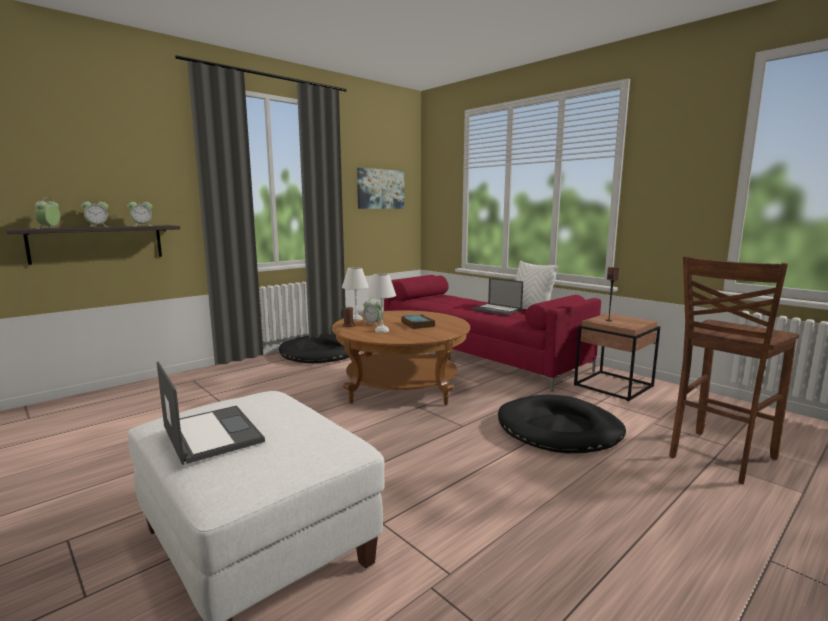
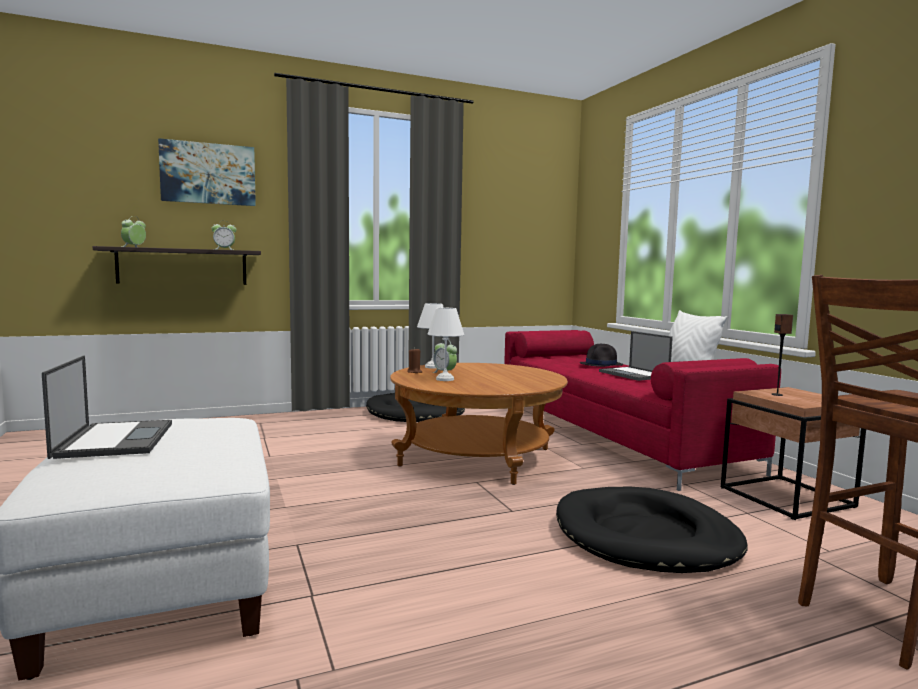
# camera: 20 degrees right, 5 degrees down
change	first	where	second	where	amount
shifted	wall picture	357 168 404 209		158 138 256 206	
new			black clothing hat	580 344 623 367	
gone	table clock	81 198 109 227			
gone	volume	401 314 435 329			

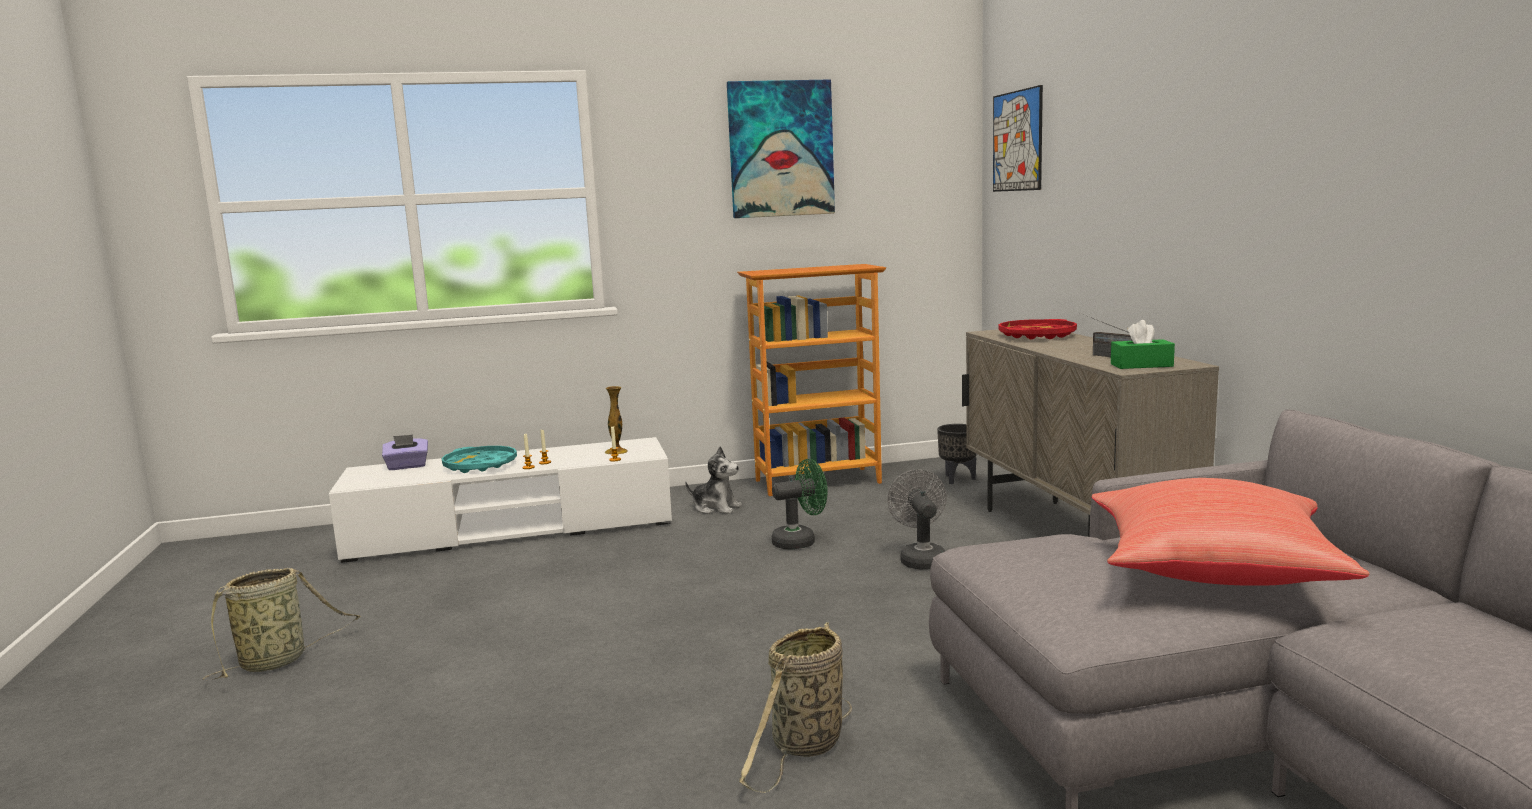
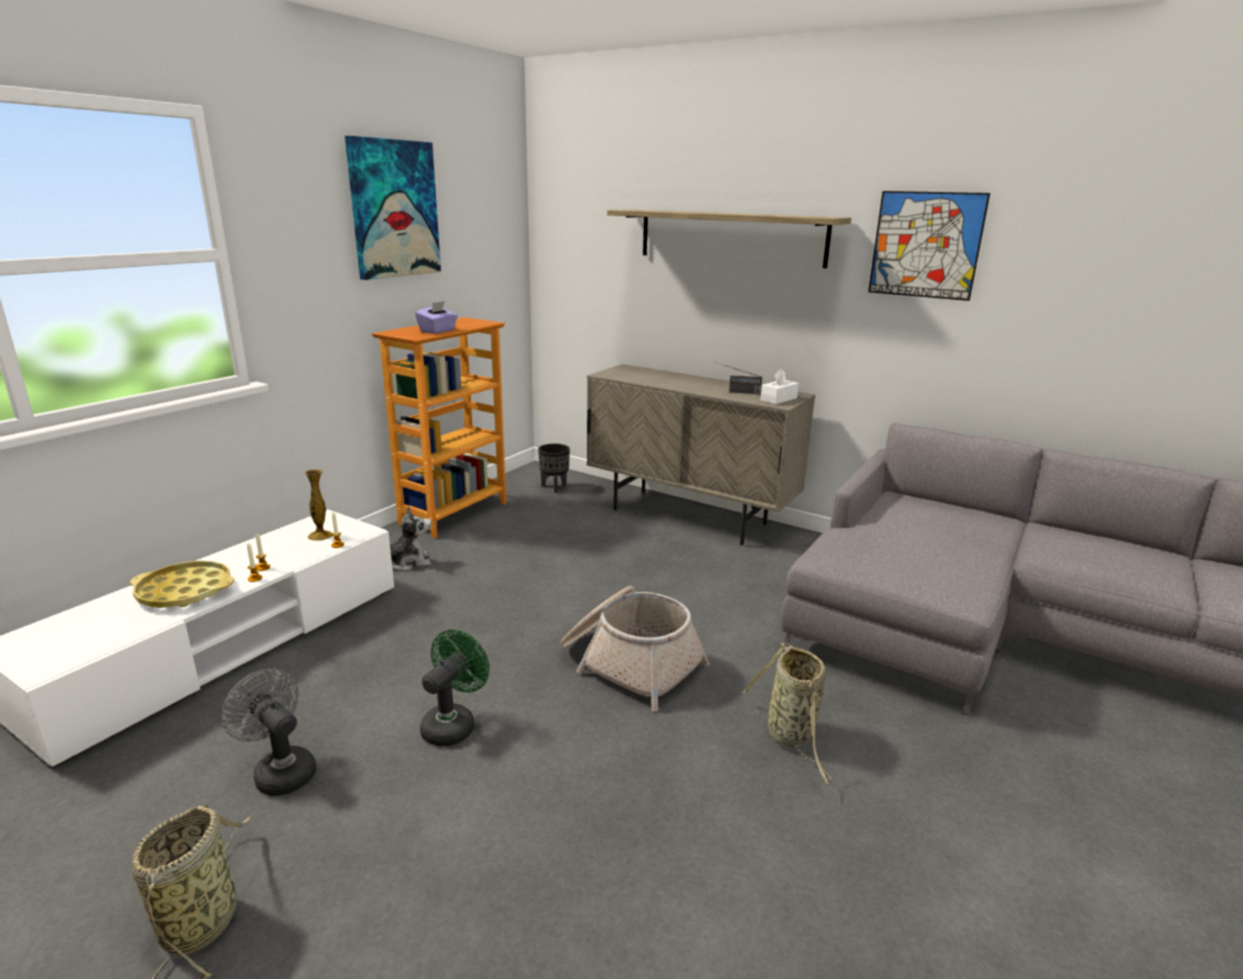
# camera: 45 degrees left, 10 degrees up
change	first	where	second	where	amount
repainted	turquoise carrying tray	442 446 517 473	yellow-coloured carrying tray	130 561 234 608	
shifted	gray electric fan	887 469 947 569		221 669 317 796	
shifted	purple tissue box	382 434 428 470		415 301 458 334	
shifted	green-coloured electric fan	771 459 828 549		420 630 489 746	
new			household basket	561 586 710 711	
new			shelf	607 209 851 268	
repainted	green-coloured tissue box	1111 320 1175 369	white-coloured tissue box	761 369 799 404	
shifted	wall picture	993 85 1043 192		868 191 990 301	
gone	reddish carrying tray	999 319 1077 339			
gone	reddish pillow	1092 478 1370 586			

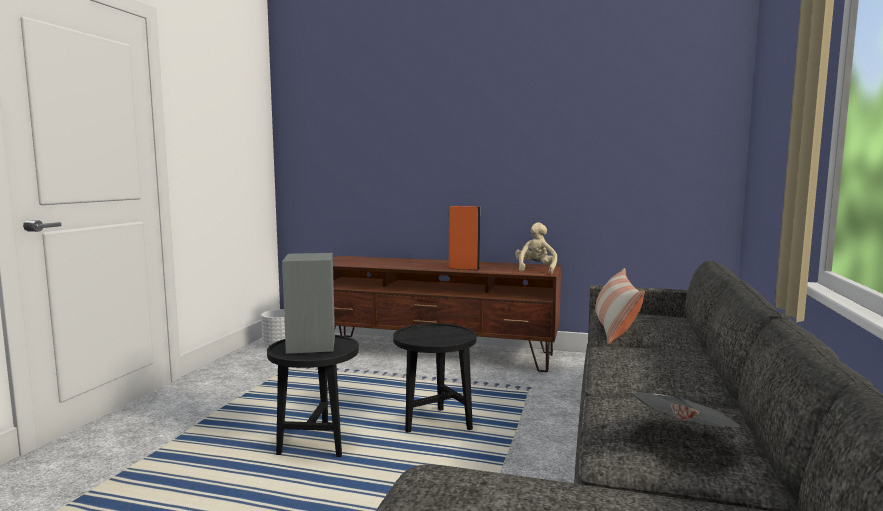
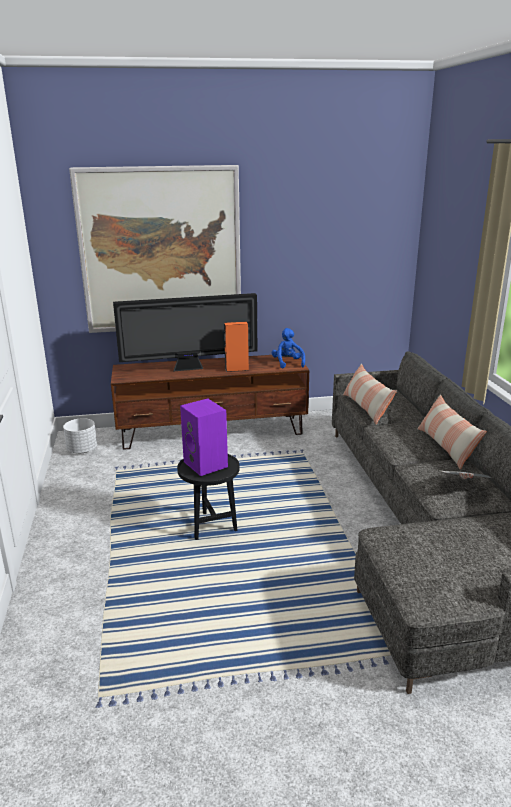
# camera: 25 degrees left, 15 degrees up
change	first	where	second	where	amount
new			wall picture	69 165 241 333	
new			TV set	113 293 257 372	
repainted	gray loudspeaker	282 253 335 354	purple loudspeaker	180 399 228 476	
repainted	beige-coloured soft toy	515 222 557 274	blue soft toy	272 328 305 368	
new			pillow	417 394 487 470	
gone	black side table	393 323 477 433			

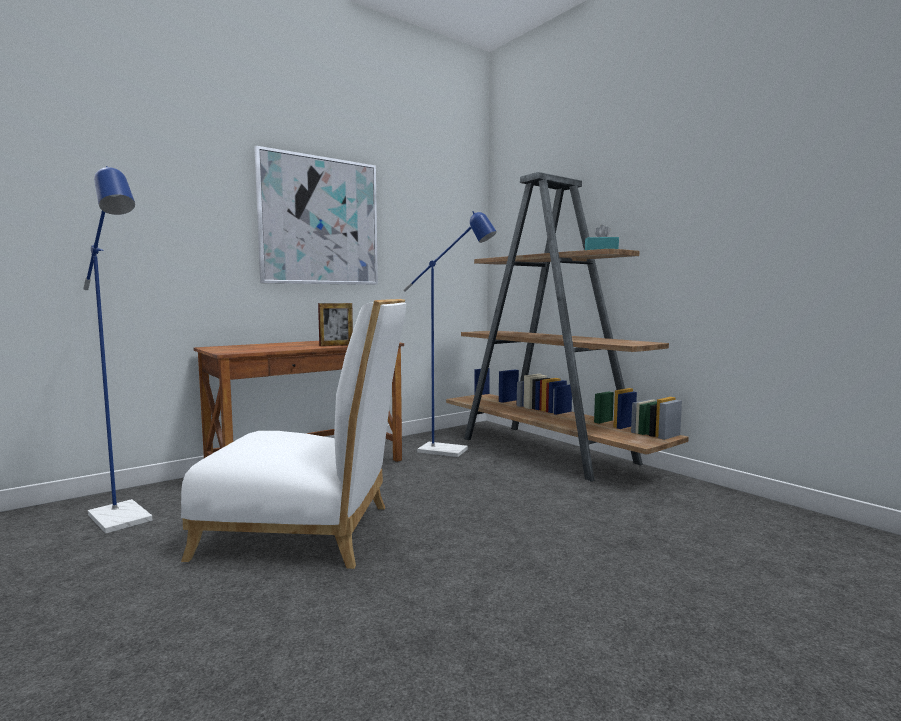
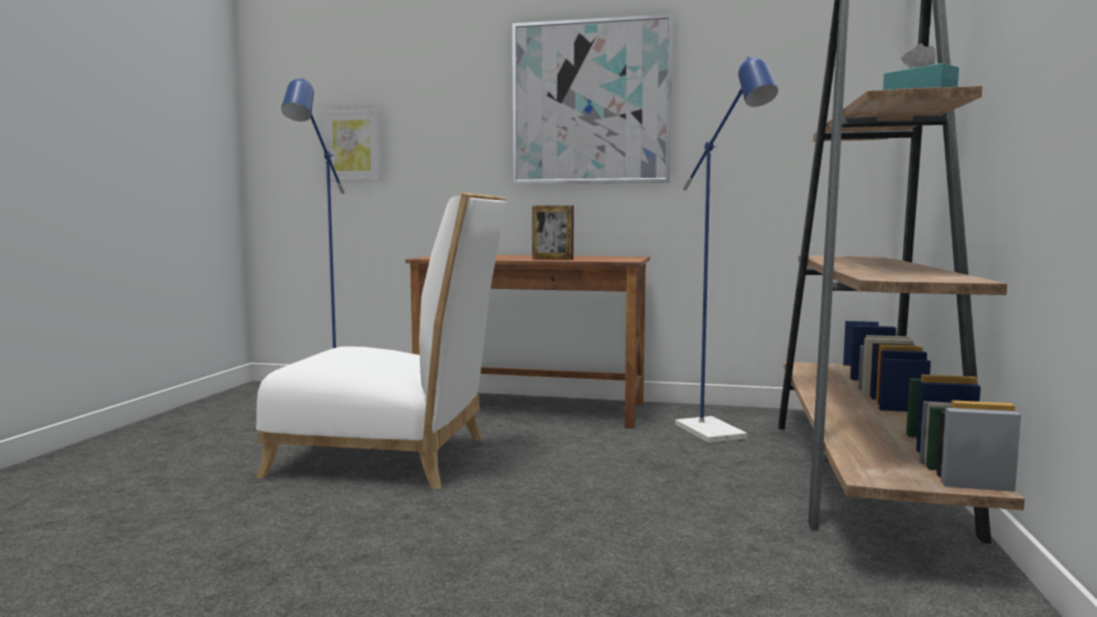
# camera: 50 degrees right, 0 degrees up
change	first	where	second	where	amount
rotated	white-coloured chair	181 299 407 569		256 192 507 489	45 degrees counterclockwise
new			wall picture	322 109 382 181	

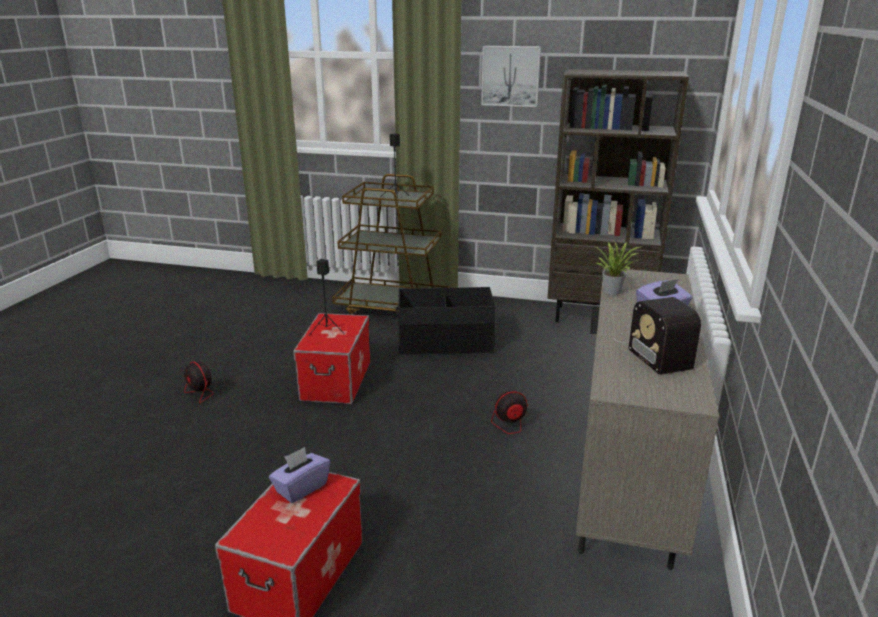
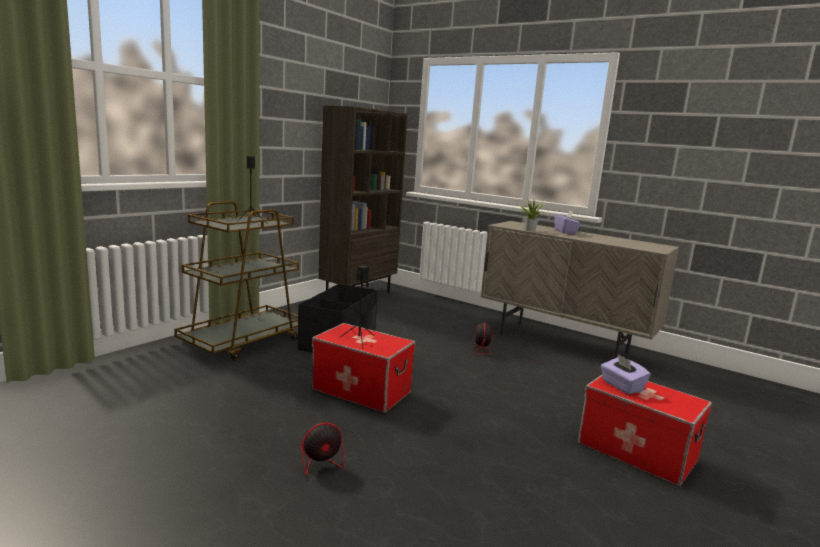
# camera: 70 degrees left, 10 degrees down
change	first	where	second	where	amount
gone	wall picture	481 46 541 107			
gone	radio	614 297 701 375			

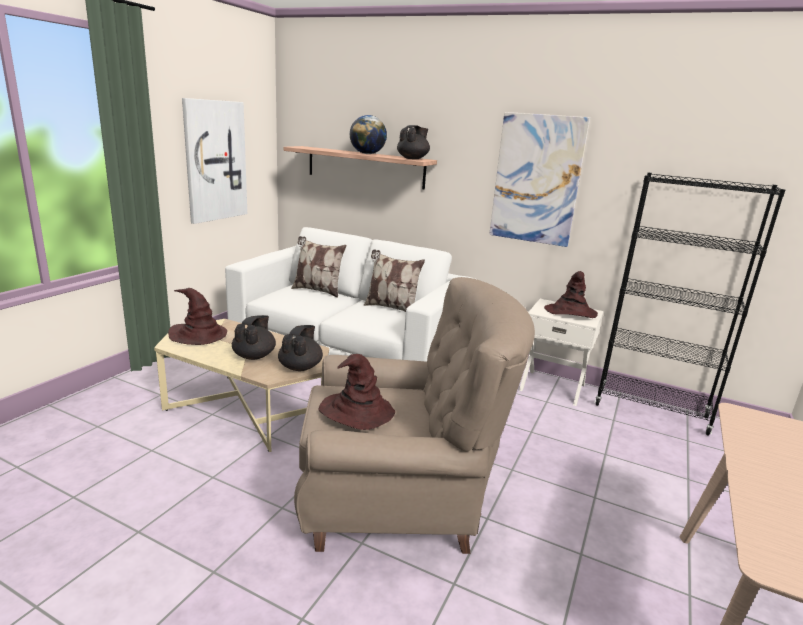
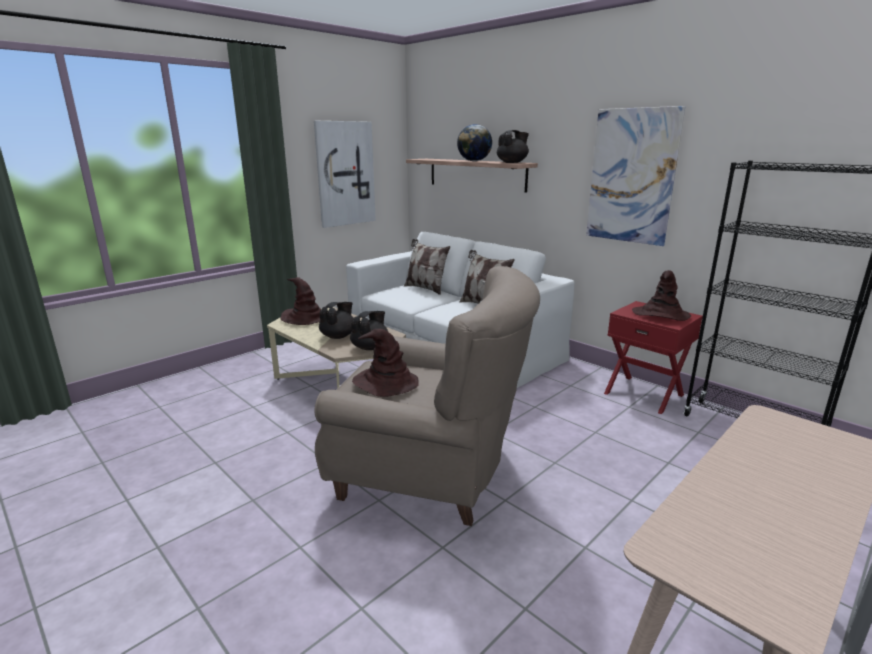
# camera: 20 degrees right, 0 degrees up
change	first	where	second	where	amount
repainted	white-coloured bedside table	519 299 604 406	reddish bedside table	604 301 703 414	

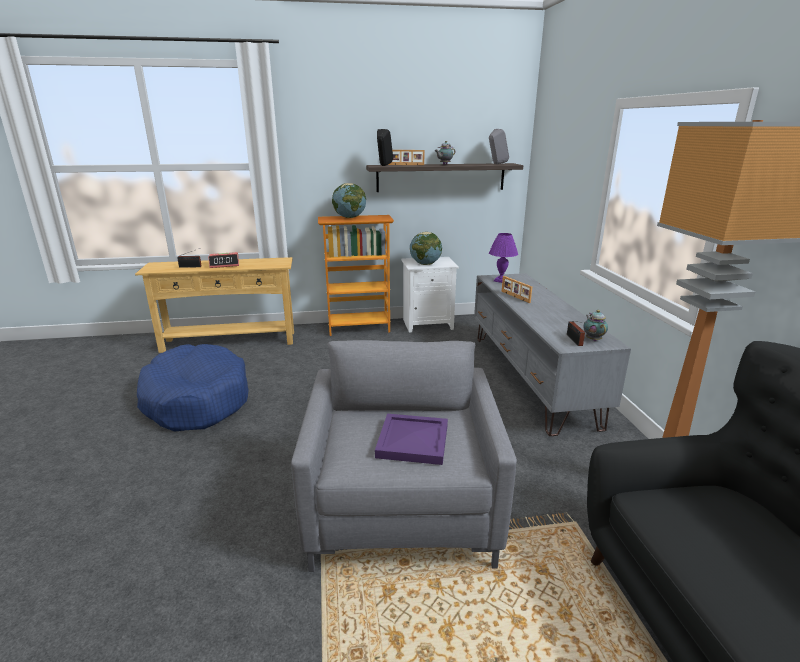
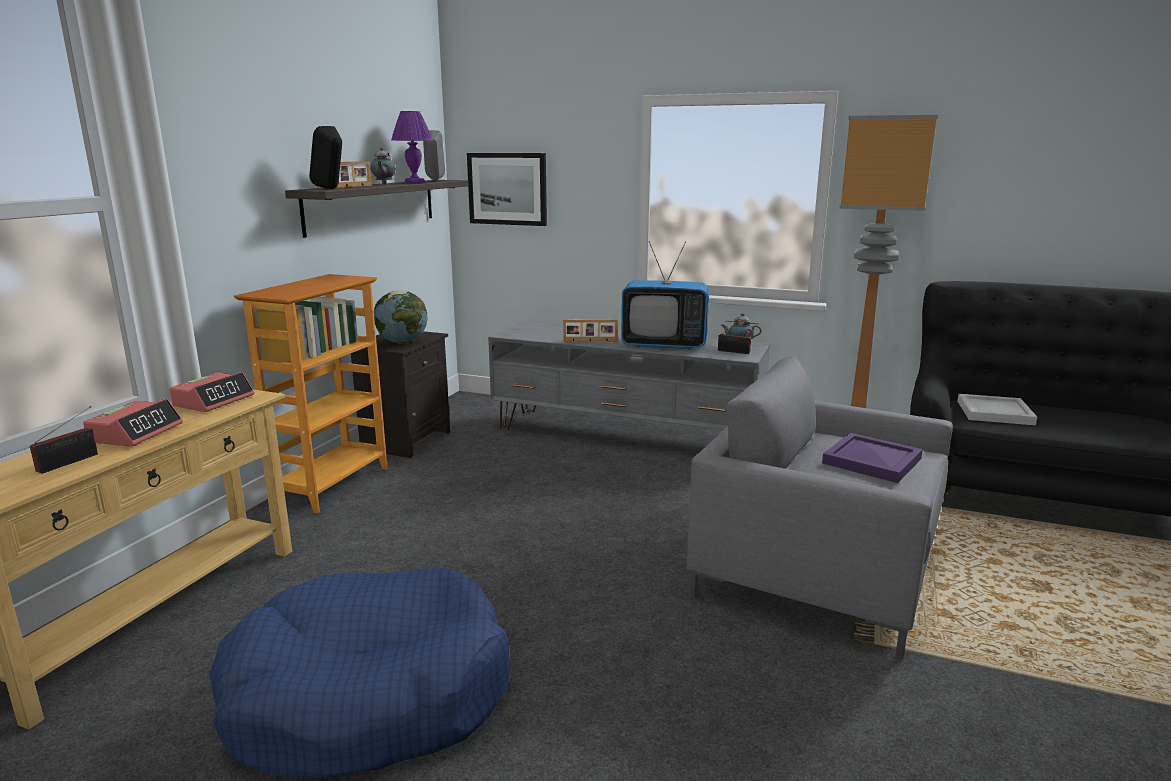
# camera: 60 degrees left, 5 degrees down
change	first	where	second	where	amount
new			table clock	169 372 255 412	
repainted	white-coloured bedside table	401 257 459 333	black bedside table	351 331 450 458	
shifted	purple tabletop lamp	489 233 518 283		391 111 433 183	
new			wall picture	467 153 547 226	
new			TV set	621 241 710 350	
new			white-coloured carrying tray	957 394 1037 425	
gone	globe	332 183 366 218			

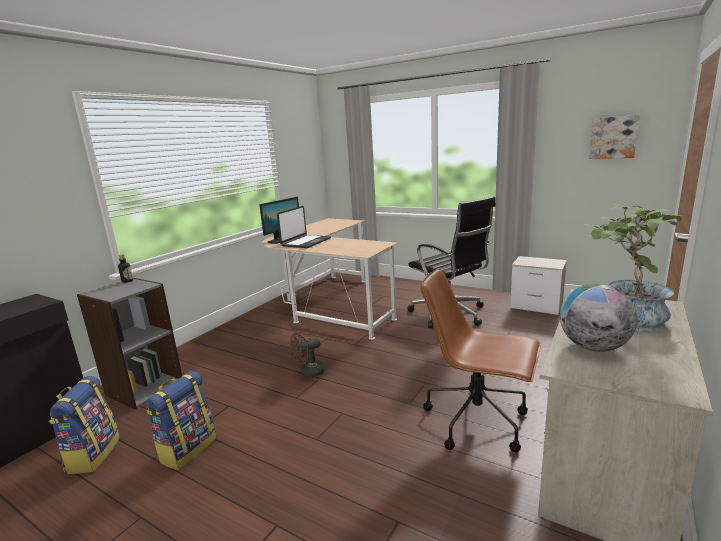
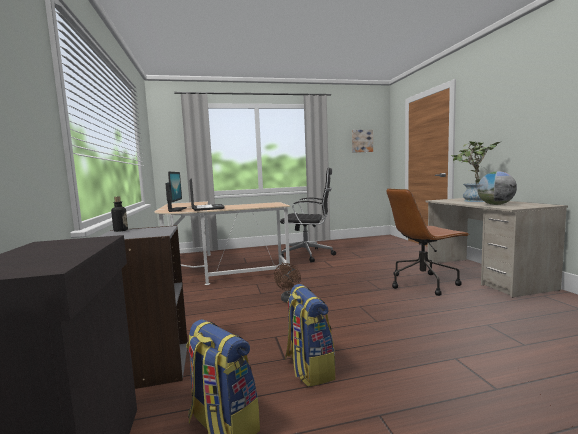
# camera: 45 degrees left, 10 degrees down
change	first	where	second	where	amount
gone	bedside table	510 256 567 315			

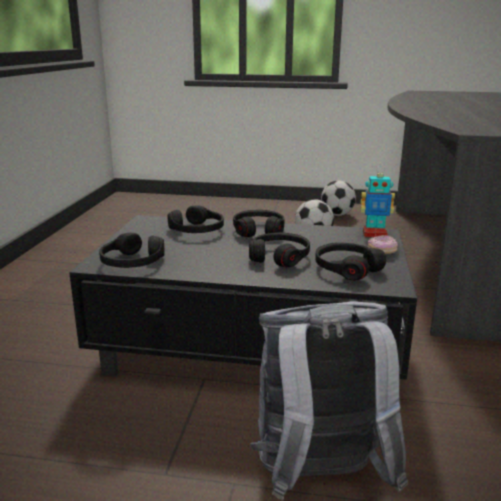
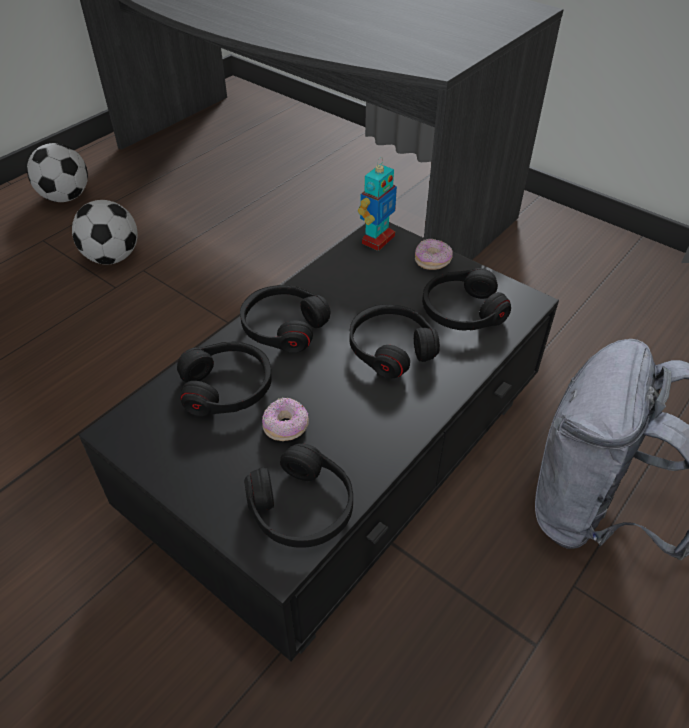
# camera: 60 degrees left, 25 degrees up
change	first	where	second	where	amount
new			donut	262 397 309 441	

